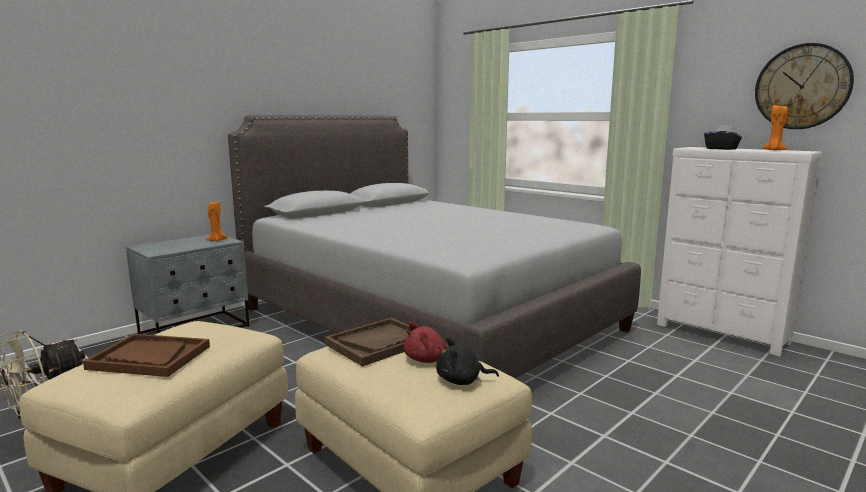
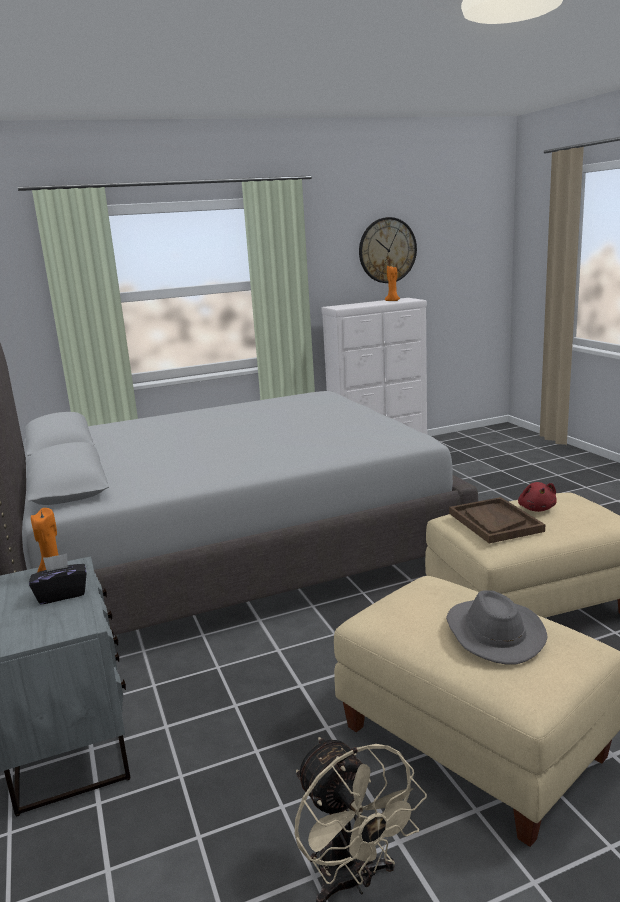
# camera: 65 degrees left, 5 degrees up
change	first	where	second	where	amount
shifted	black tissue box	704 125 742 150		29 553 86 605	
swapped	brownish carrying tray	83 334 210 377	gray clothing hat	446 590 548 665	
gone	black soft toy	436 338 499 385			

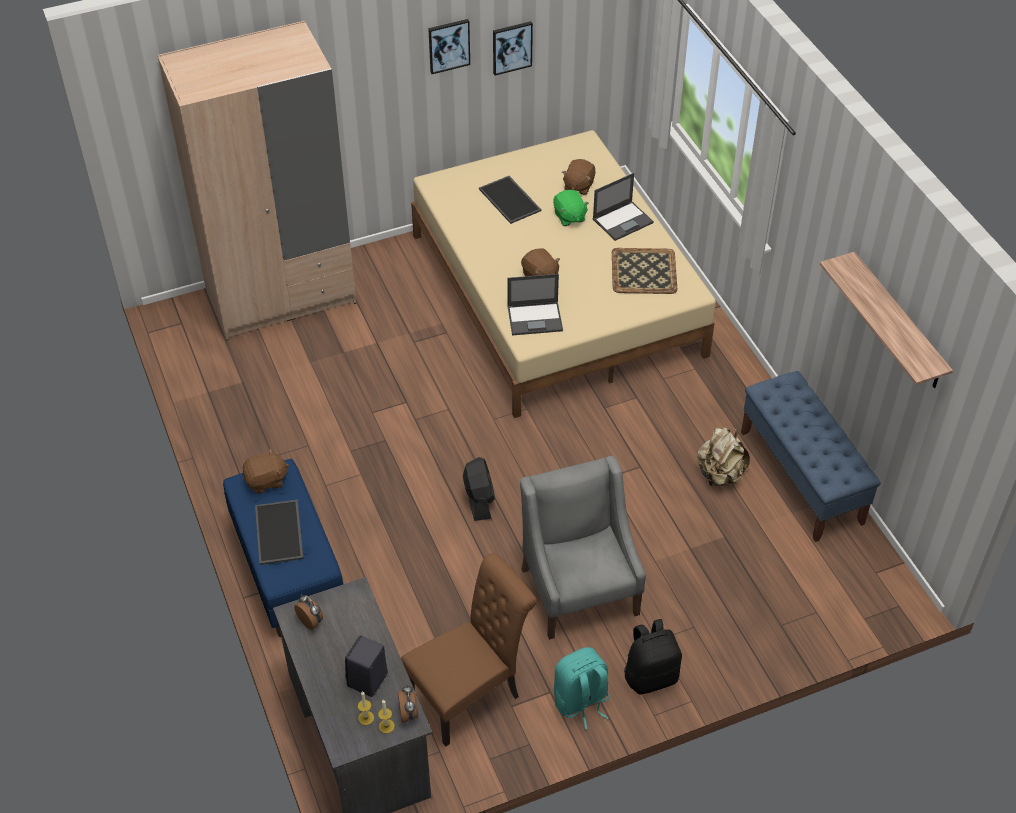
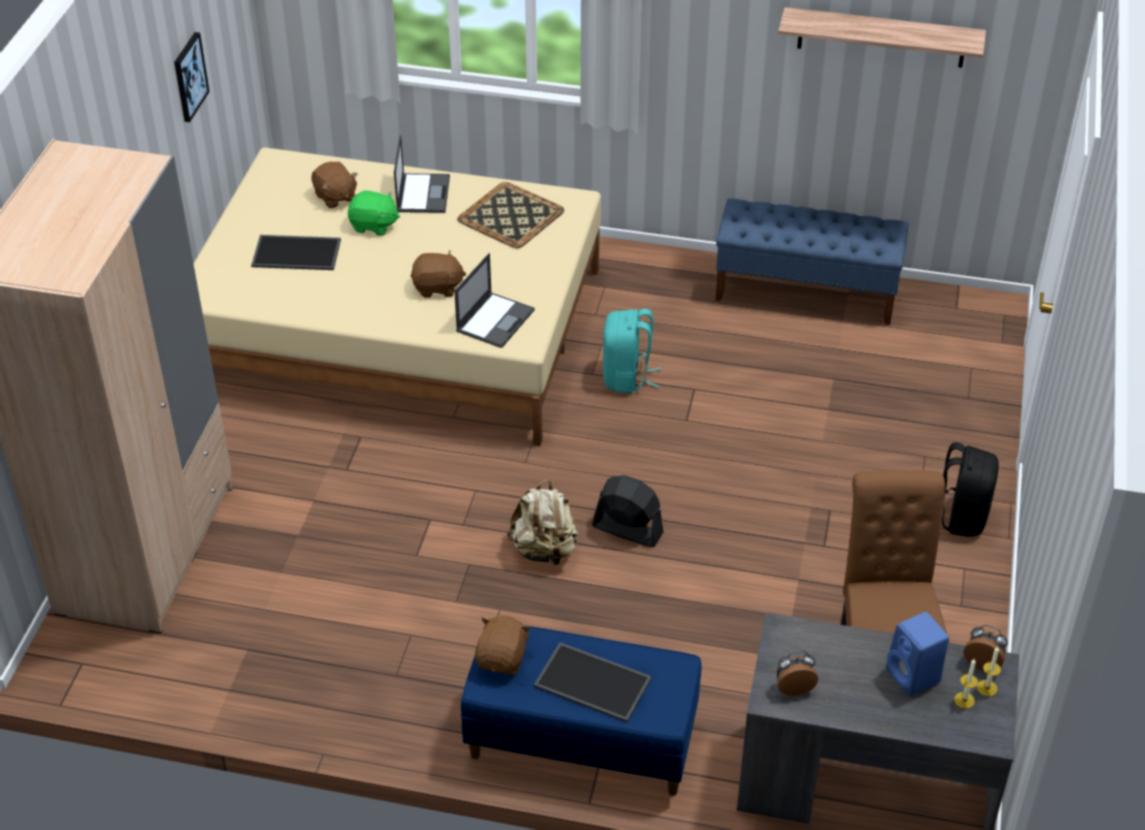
# camera: 55 degrees left, 5 degrees down
change	first	where	second	where	amount
shifted	beige-coloured backpack	697 427 750 487		507 479 579 566	
shifted	turquoise backpack	554 647 609 730		603 309 661 393	
repainted	black loudspeaker	345 635 388 697	blue loudspeaker	886 612 949 696	
gone	wall picture	428 19 470 74			
gone	gray easy chair	520 456 646 640			

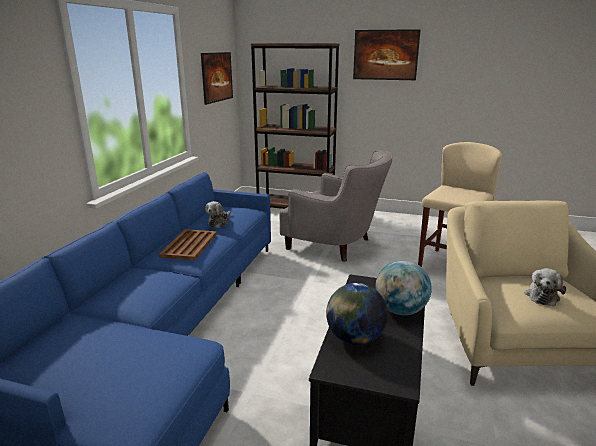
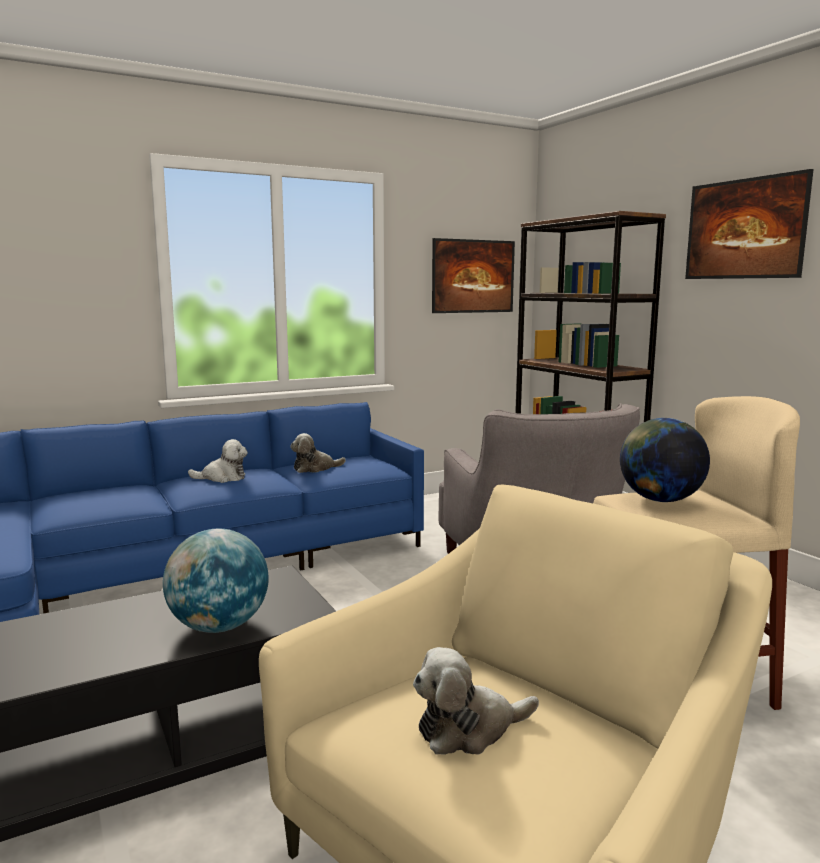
# camera: 45 degrees right, 10 degrees down
change	first	where	second	where	amount
swapped	brownish carrying tray	159 229 217 260	soft toy	188 439 248 483	
shifted	globe	326 283 388 345		620 418 710 502	

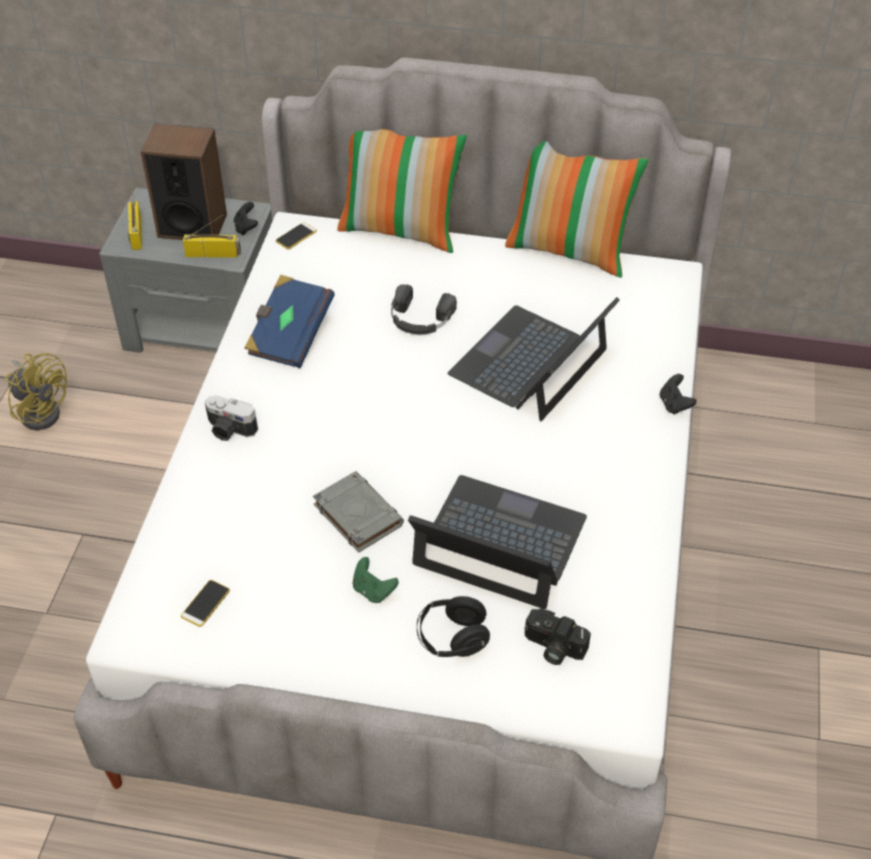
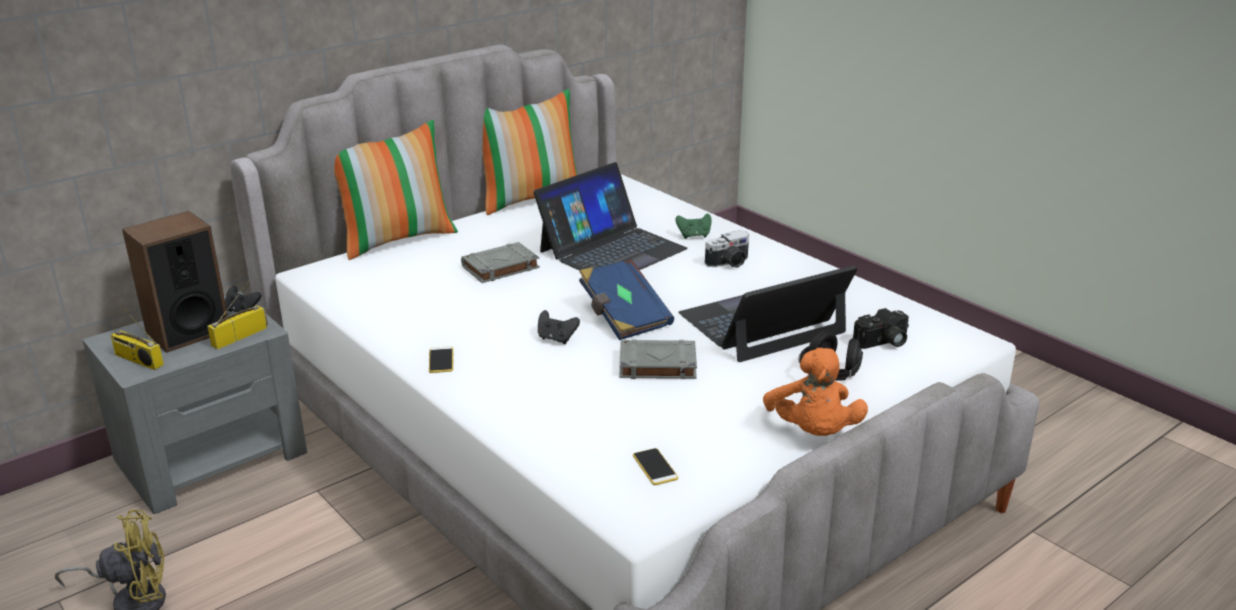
# camera: 50 degrees left, 20 degrees down
change	first	where	second	where	amount
shifted	telephone	275 222 317 250		429 346 454 373	
swapped	black headphones	391 284 457 334	gray volume	461 242 540 283	
rotated	laptop	448 297 620 421		533 162 688 271	120 degrees counterclockwise
shifted	black game controller	660 374 697 415		538 310 580 344	
shifted	blue volume	244 274 335 368		579 259 674 340	
shifted	green-coloured game controller	353 557 399 603		675 214 712 239	
shifted	photo camera	205 395 258 441		705 231 749 268	
new			orangey soft toy	763 348 868 436	

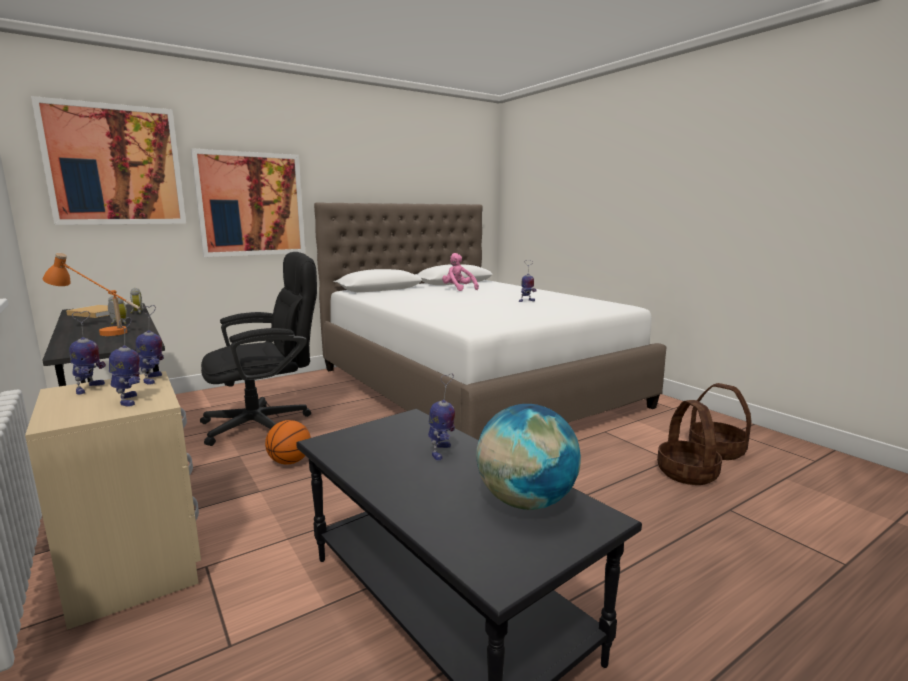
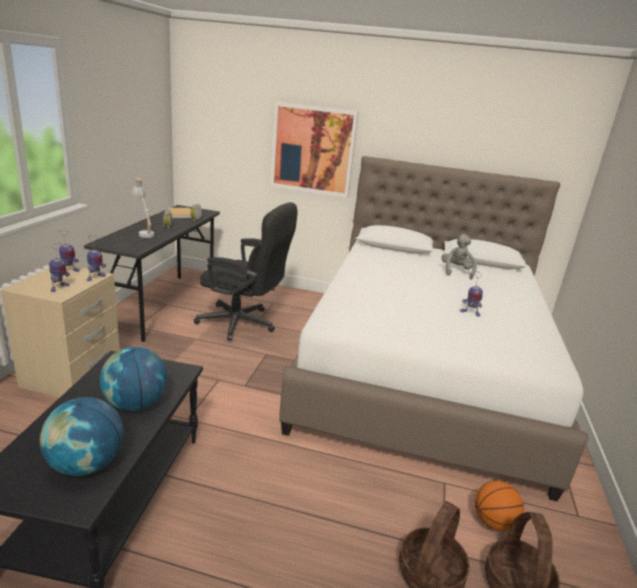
# camera: 45 degrees right, 10 degrees up
change	first	where	second	where	amount
swapped	toy robot	428 373 455 461	globe	100 347 167 411	
repainted	orangey tabletop lamp	43 253 141 336	white-coloured tabletop lamp	131 178 155 238	
repainted	pink soft toy	442 253 479 291	gray soft toy	442 234 477 280	
shifted	basketball ball	265 420 311 465		475 481 524 531	
gone	wall picture	31 96 186 225			

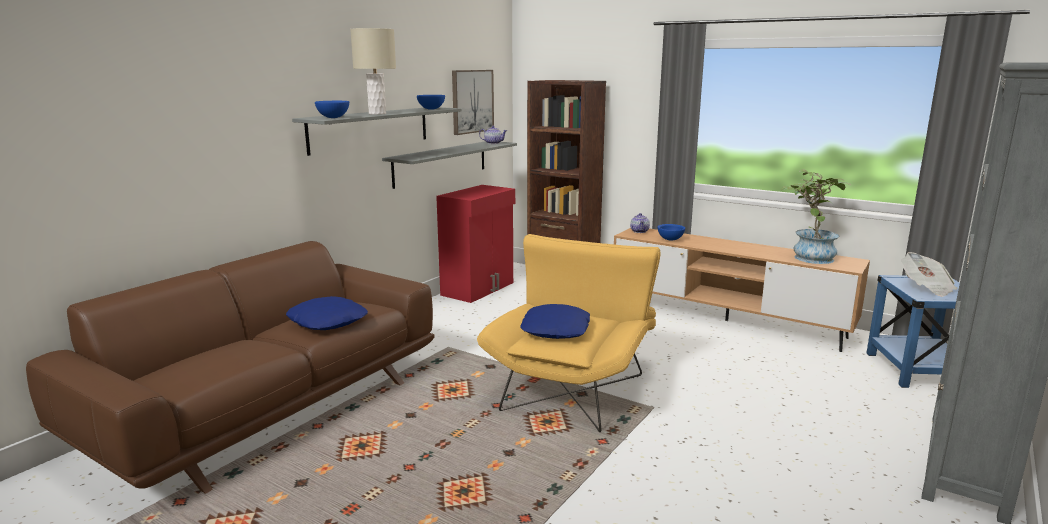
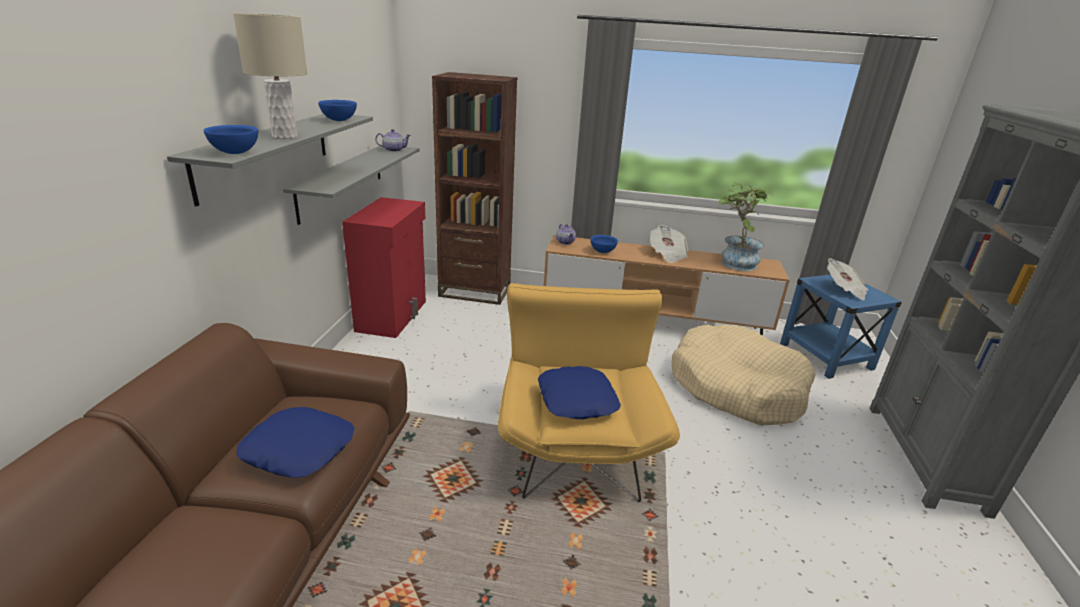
# camera: 25 degrees left, 10 degrees up
change	first	where	second	where	amount
new			daily paper	650 225 688 263	
new			beige-coloured dog cushion	672 324 816 425	
gone	wall picture	452 70 494 135			

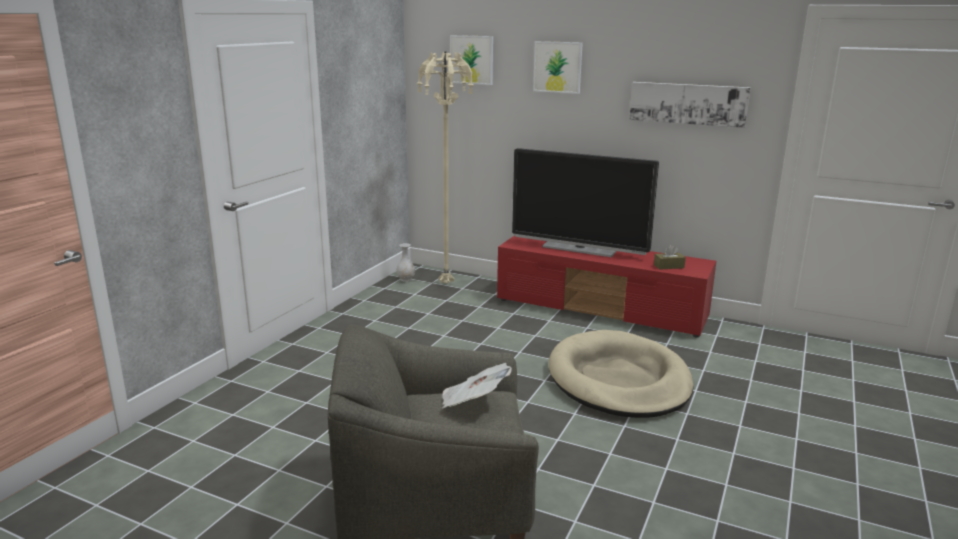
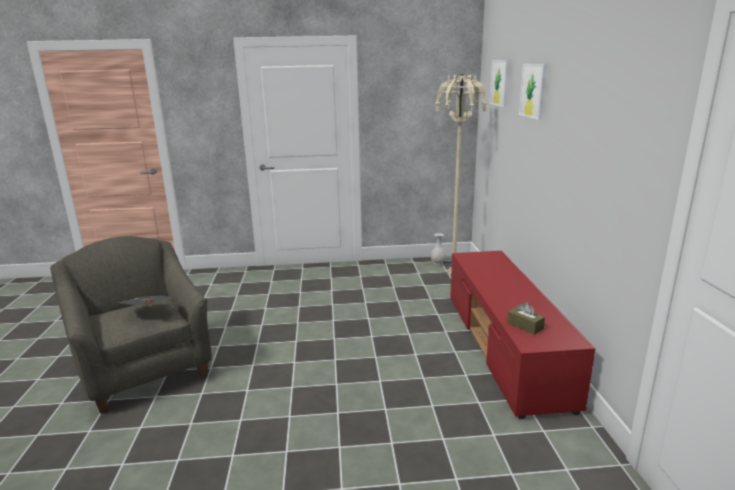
# camera: 60 degrees right, 0 degrees up
change	first	where	second	where	amount
gone	TV set	512 148 659 257			
gone	beige-coloured dog cushion	549 330 694 418			
gone	wall picture	629 82 751 128			

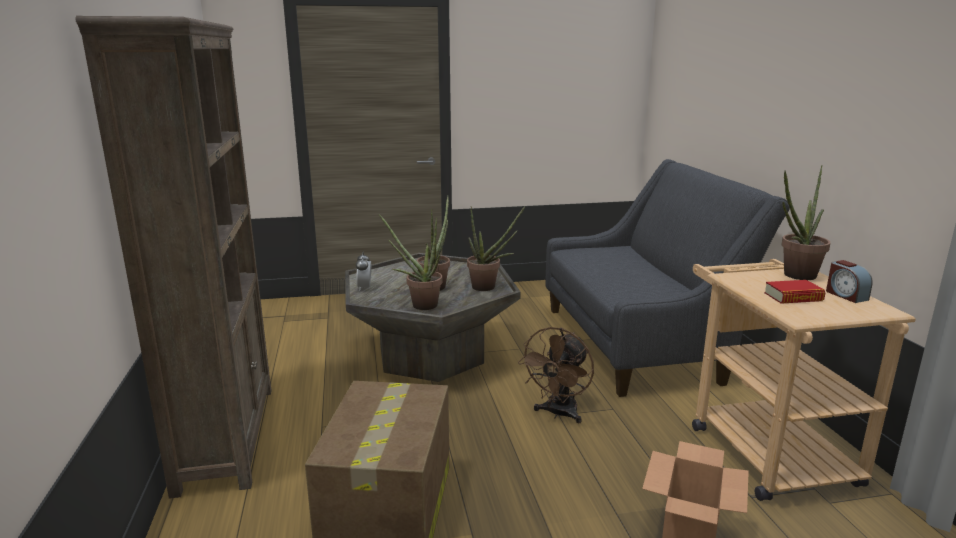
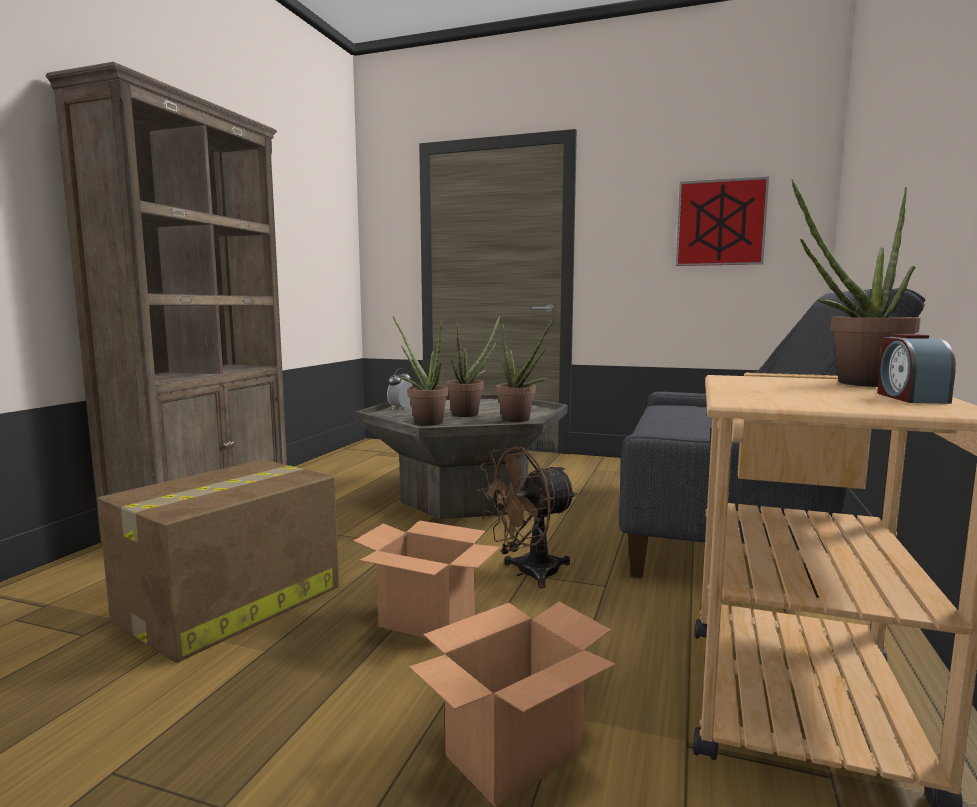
# camera: 30 degrees right, 10 degrees down
change	first	where	second	where	amount
new			carton	354 520 500 638	
new			wall picture	676 176 769 266	
gone	volume	764 280 826 304			

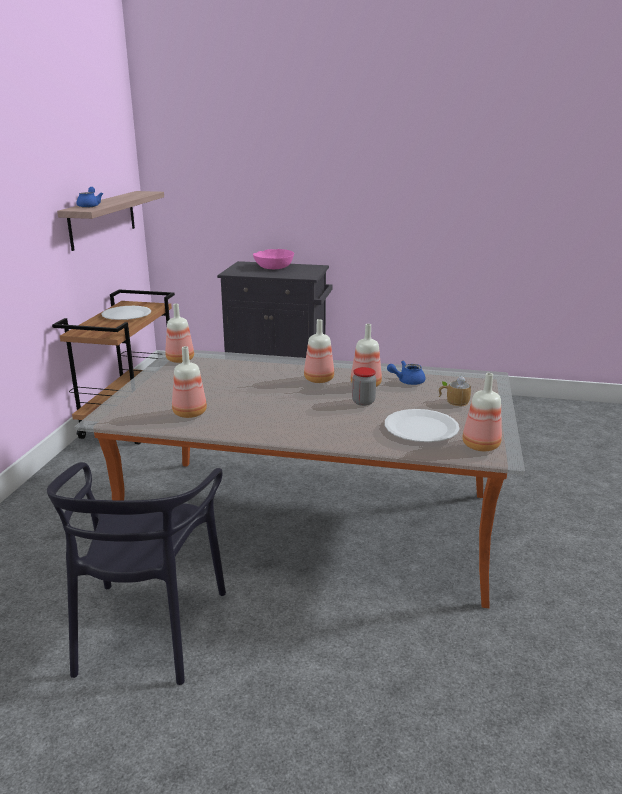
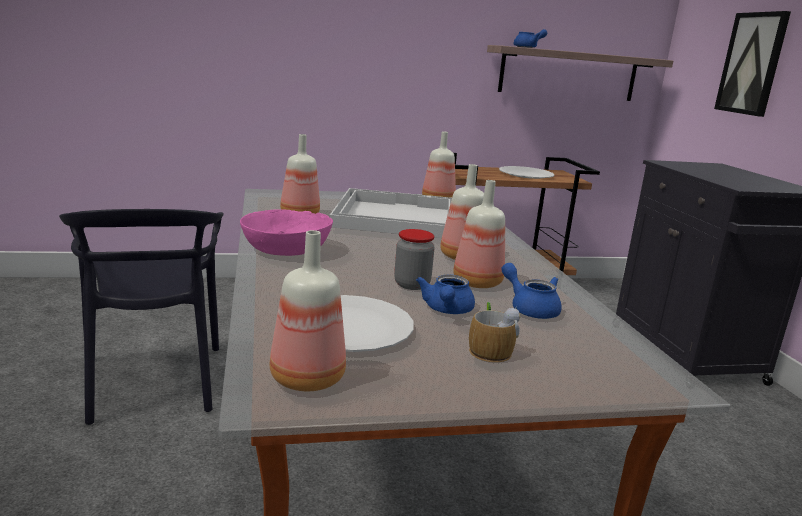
# camera: 65 degrees right, 5 degrees down
change	first	where	second	where	amount
rotated	black chair	47 462 226 685		59 209 224 425	90 degrees counterclockwise
shifted	pink serving bowl	253 249 294 269		240 209 333 256	
new			white-coloured carrying tray	330 188 452 238	
new			blue teapot	416 274 475 314	
new			wall picture	714 11 791 117	

